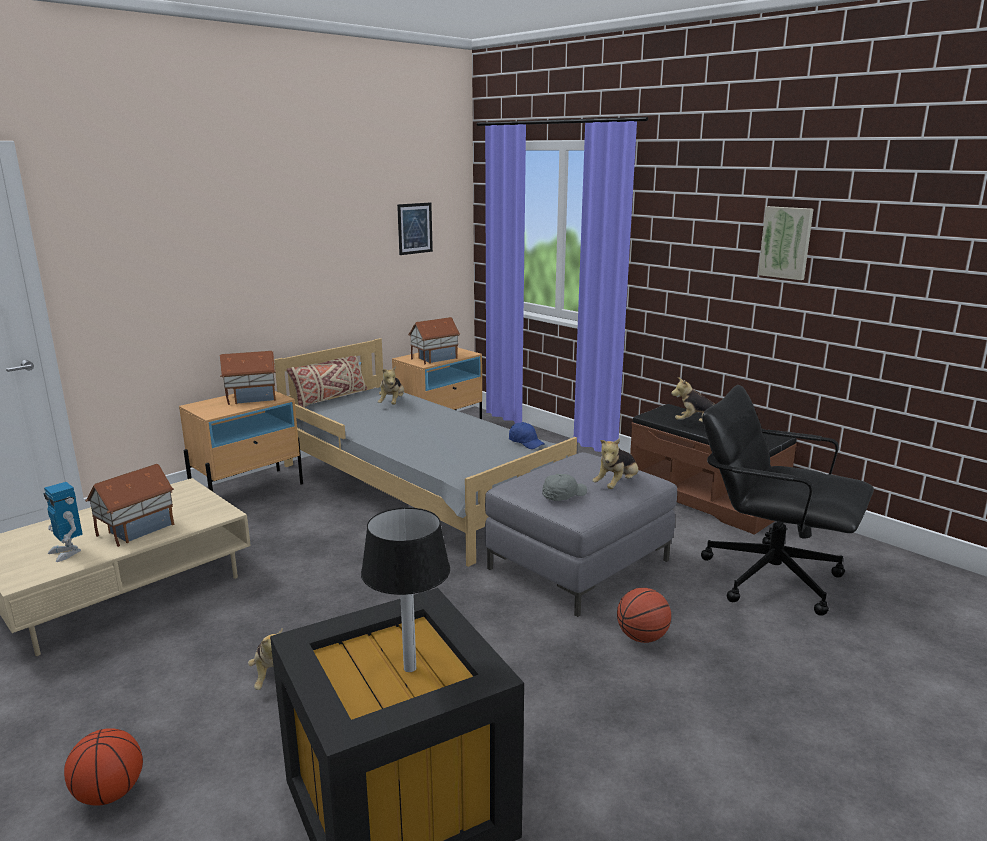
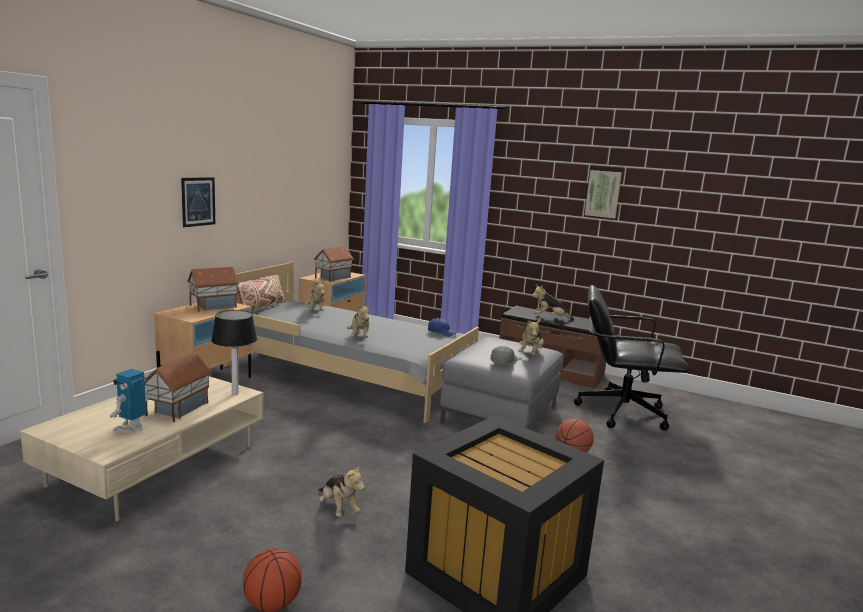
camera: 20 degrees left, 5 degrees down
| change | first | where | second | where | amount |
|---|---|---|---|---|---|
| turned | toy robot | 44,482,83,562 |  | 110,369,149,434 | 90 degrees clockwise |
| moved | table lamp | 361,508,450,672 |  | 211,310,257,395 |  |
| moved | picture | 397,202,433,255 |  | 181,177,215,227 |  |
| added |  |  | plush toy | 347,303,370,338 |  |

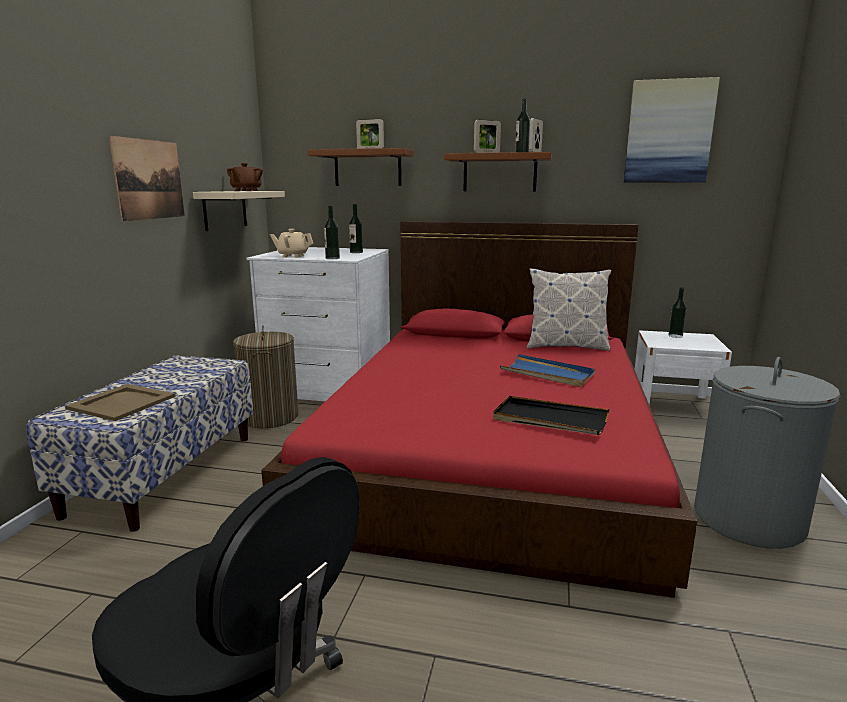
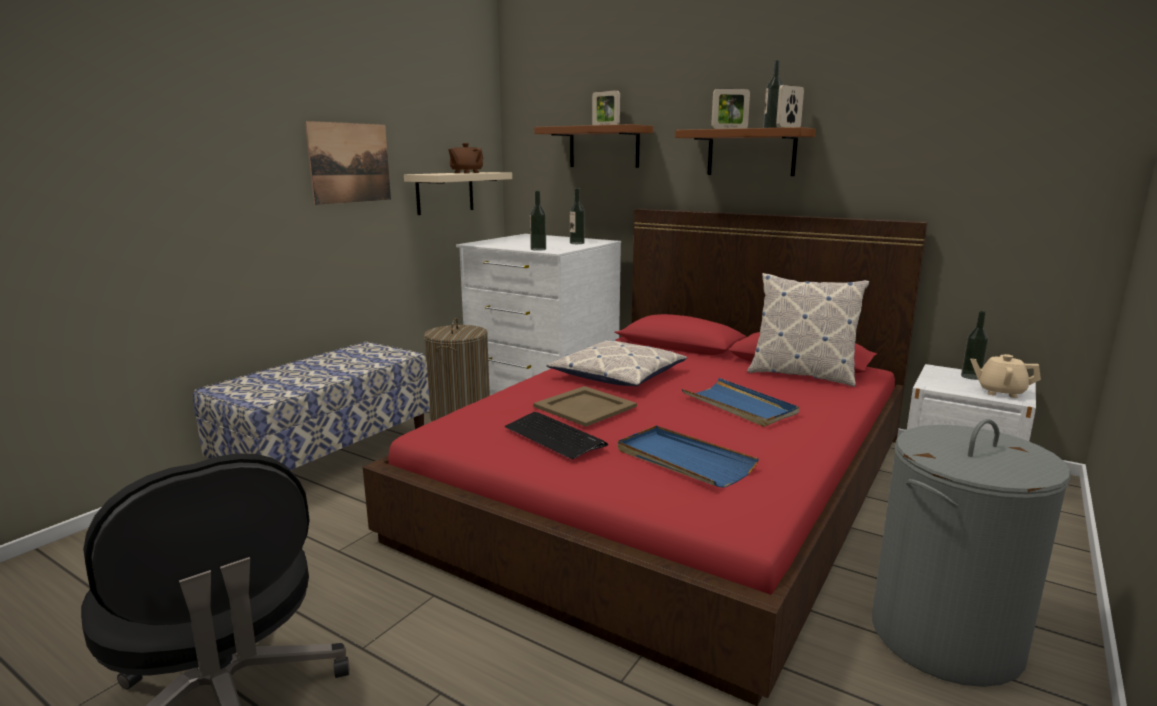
camera: 20 degrees right, 0 degrees up
| change | first | where | second | where | amount |
|---|---|---|---|---|---|
| moved | beige tray | 65,384,175,421 |  | 533,386,637,427 |  |
| moved | beige teapot | 270,229,313,257 |  | 970,354,1041,398 |  |
| recoloured | black tray | 493,396,609,435 | blue tray | 618,426,759,488 |  |
| removed | picture | 624,77,720,183 |  |  |  |
| added |  |  | keyboard | 505,412,608,459 |  |
| added |  |  | pillow | 546,340,687,386 |  |

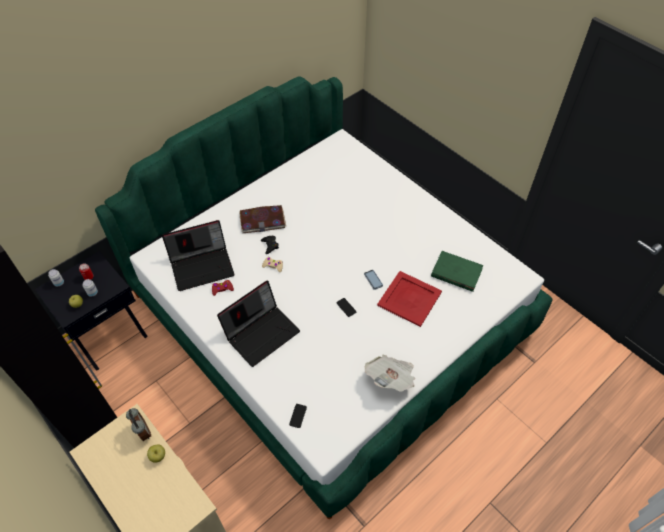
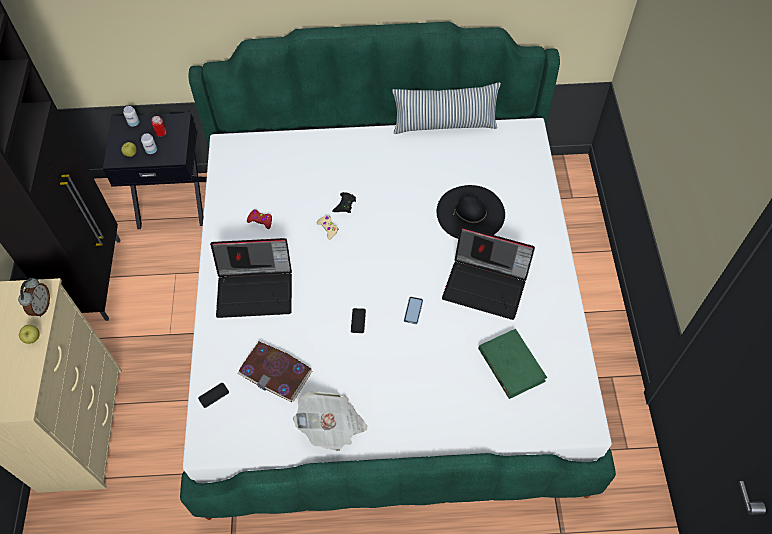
camera: 40 degrees right, 5 degrees up
| change | first | where | second | where | amount |
|---|---|---|---|---|---|
| moved | laptop | 162,220,235,291 |  | 442,227,535,320 |  |
| moved | book | 239,205,286,233 |  | 237,342,312,402 |  |
| removed | red tray | 377,271,442,327 |  |  |  |
| added |  |  | pillow | 392,83,501,134 |  |
| added |  |  | black hat | 437,185,505,239 |  |

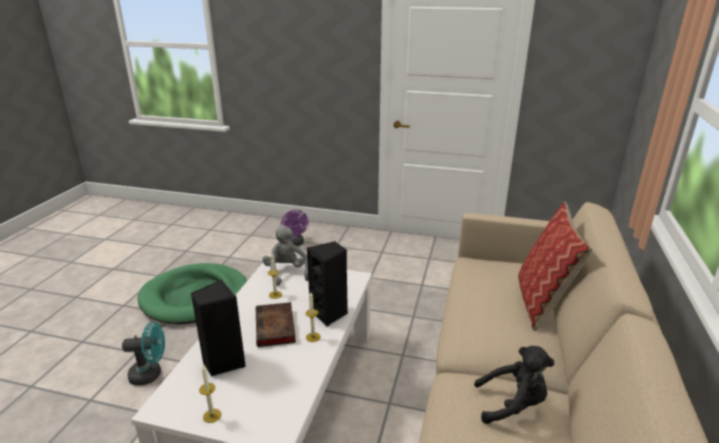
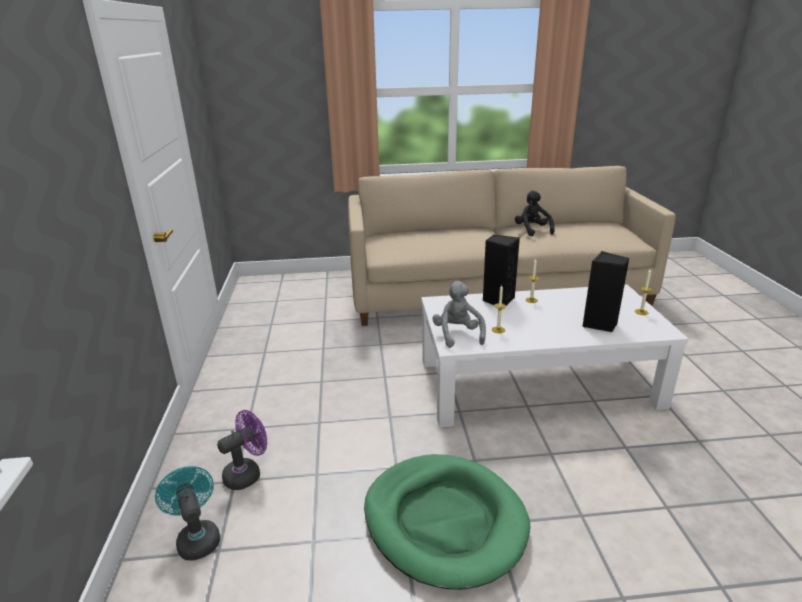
camera: 110 degrees left, 0 degrees up
| change | first | where | second | where | amount |
|---|---|---|---|---|---|
| moved | turquoise fan | 122,322,165,386 |  | 155,466,220,560 |  |
| removed | book | 256,302,296,347 |  |  |  |
| turned | grey plush toy | 262,225,308,286 |  | 432,281,486,348 | 120 degrees clockwise |
| removed | pillow | 518,202,593,331 |  |  |  |

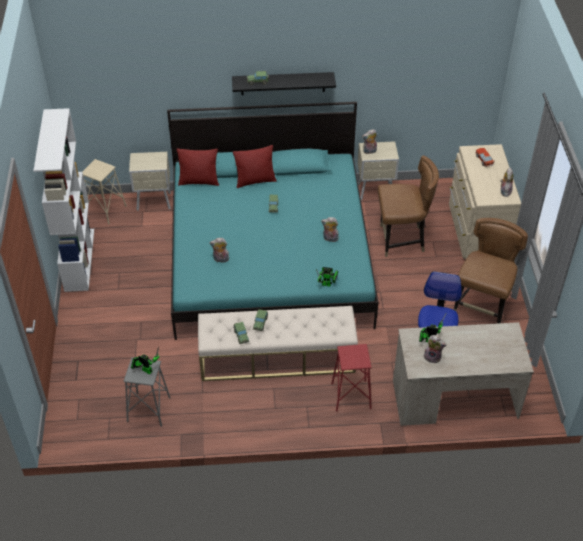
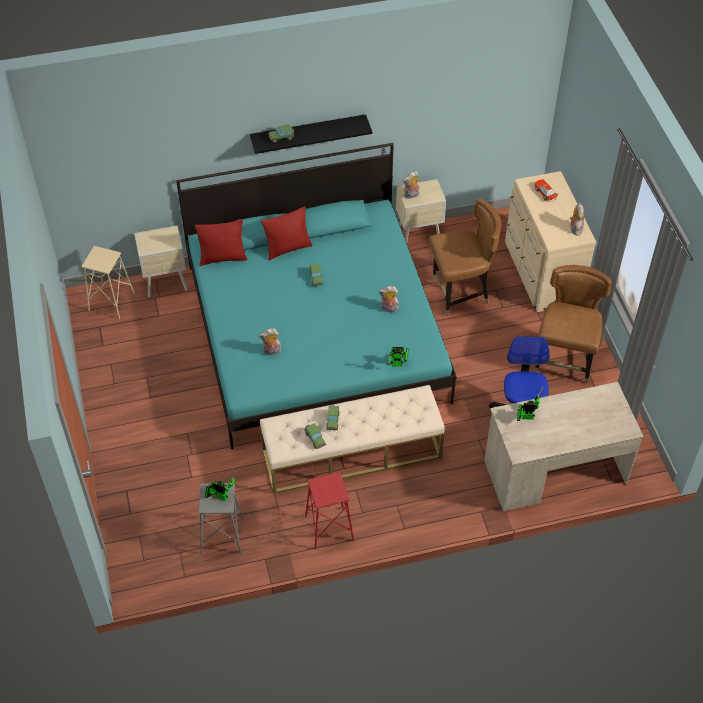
camera: 10 degrees left, 5 degrees up
| change | first | where | second | where | amount |
|---|---|---|---|---|---|
| removed | white bookcase | 34,108,94,292 |  |  |  |
| moved | red stool | 331,344,372,412 |  | 305,472,354,550 |  |
| removed | plush toy | 422,335,447,364 |  |  |  |

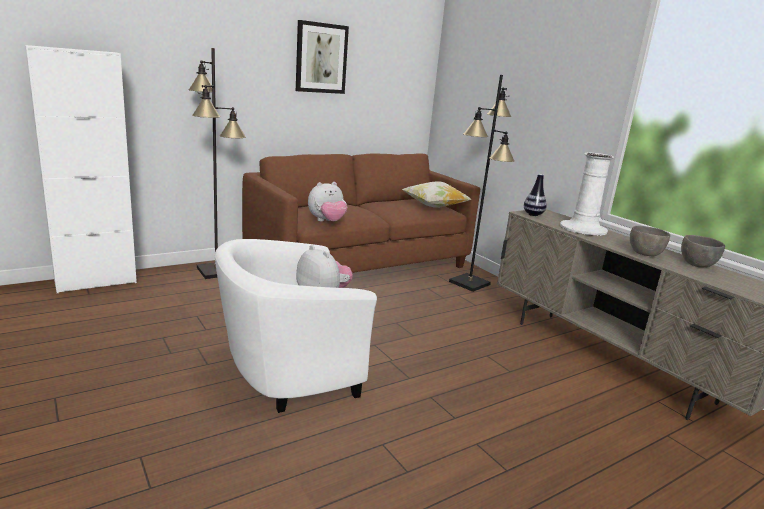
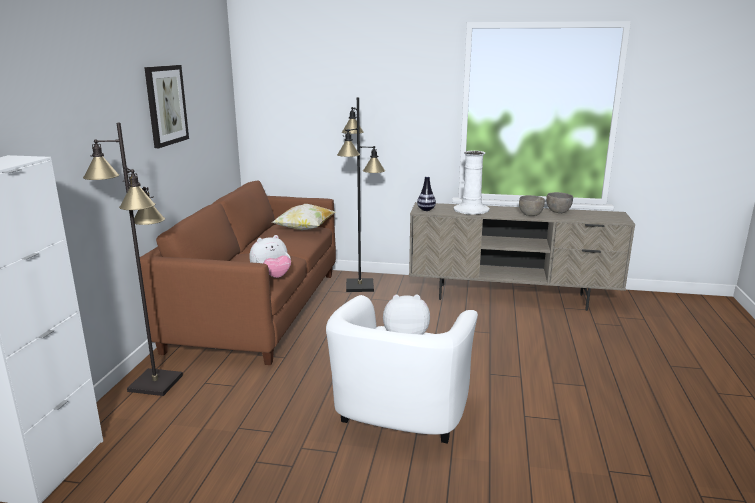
camera: 45 degrees left, 0 degrees up
| change | first | where | second | where | amount |
|---|---|---|---|---|---|
| turned | plush toy | 308,182,347,221 |  | 249,235,291,278 | 45 degrees clockwise |

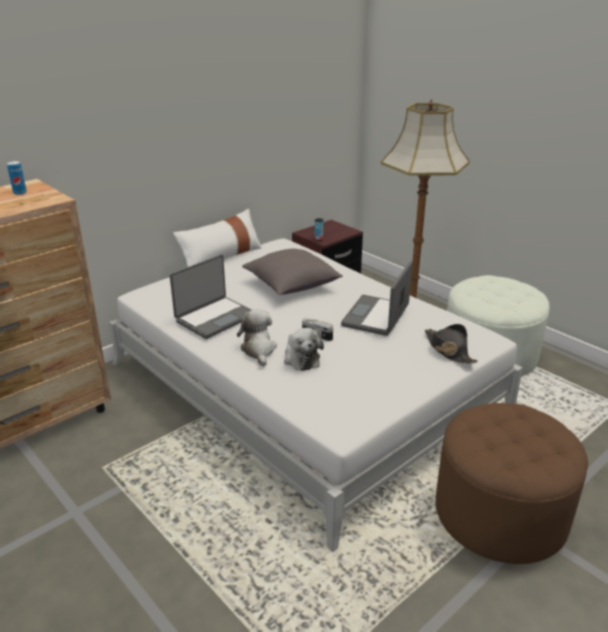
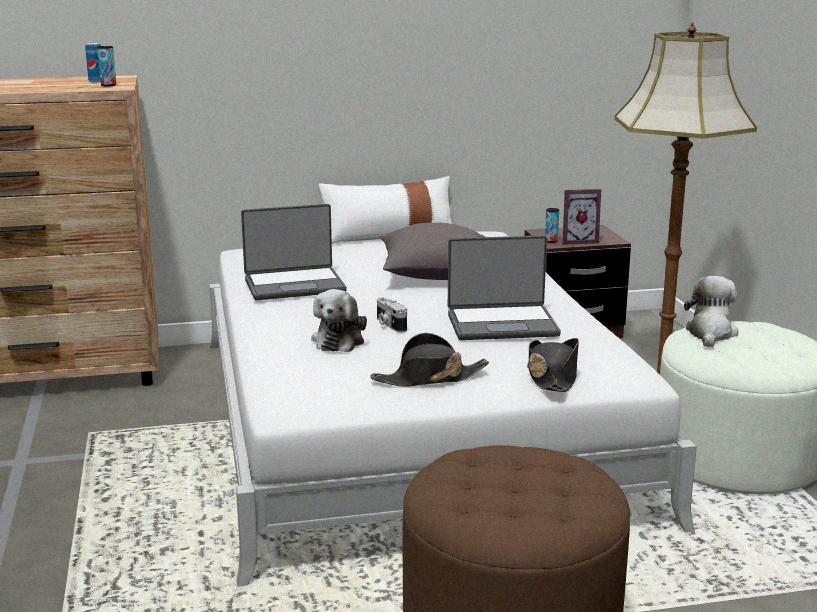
camera: 30 degrees right, 10 degrees down
| change | first | where | second | where | amount |
|---|---|---|---|---|---|
| moved | plush toy | 237,310,277,366 |  | 684,276,739,347 |  |
| turned | laptop | 341,261,413,336 |  | 448,235,561,340 | 150 degrees counterclockwise |
| added |  |  | can | 97,46,116,86 |  |
| added |  |  | black hat | 370,333,489,387 |  |
| added |  |  | picture frame | 563,189,602,245 |  |

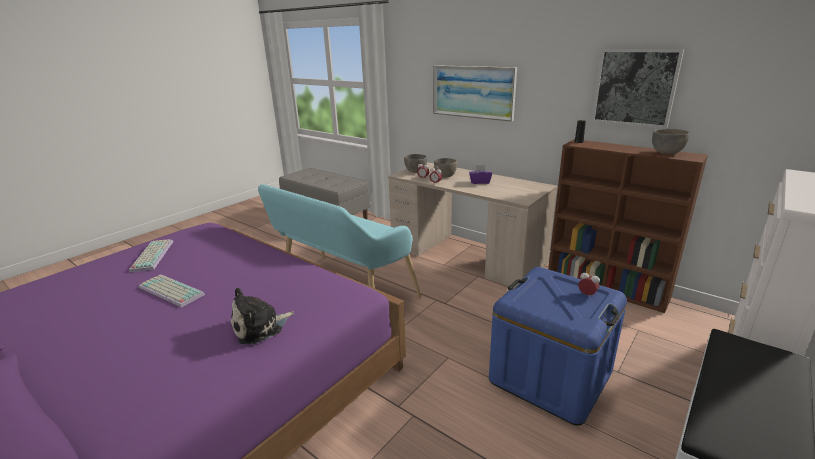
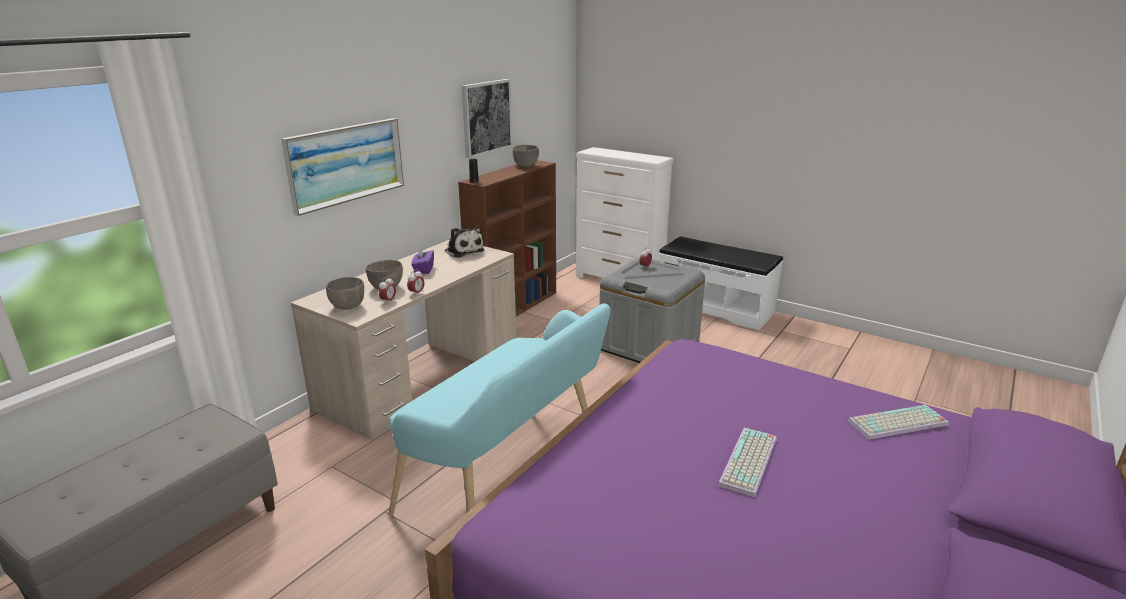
camera: 95 degrees left, 0 degrees up
| change | first | where | second | where | amount |
|---|---|---|---|---|---|
| moved | keyboard | 129,239,173,272 |  | 848,405,949,440 |  |
| moved | plush toy | 231,287,294,344 |  | 445,226,484,258 |  |
| recoloured | blue storage box | 489,267,627,426 | grey storage box | 599,257,705,363 |  |

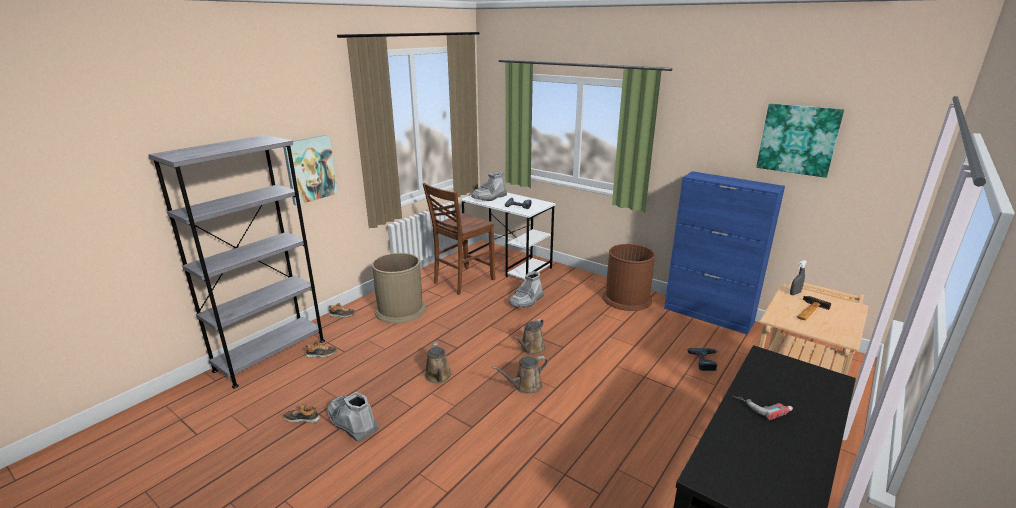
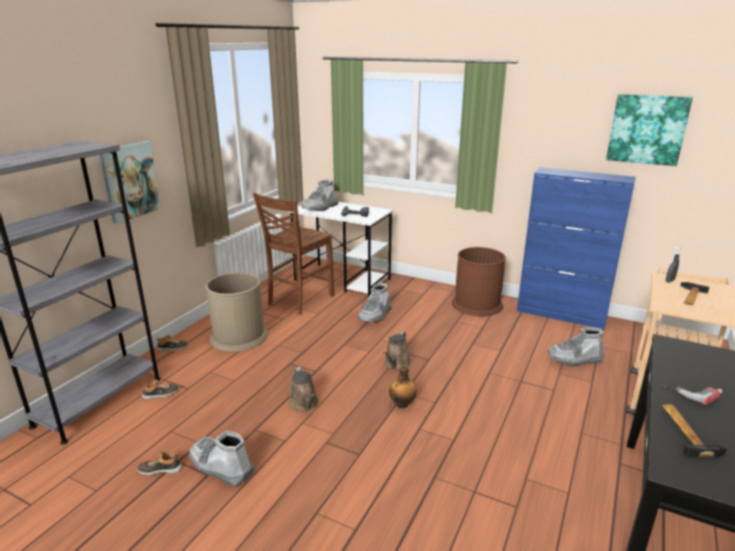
camera: 10 degrees left, 0 degrees up
| change | first | where | second | where | amount |
|---|---|---|---|---|---|
| replaced | brown watering can | 492,356,548,393 | bottle | 389,365,417,408 |  |
| replaced | power drill | 687,348,718,371 | grey boot | 547,327,604,366 |  |
| added |  |  | hammer | 662,404,727,457 |  |

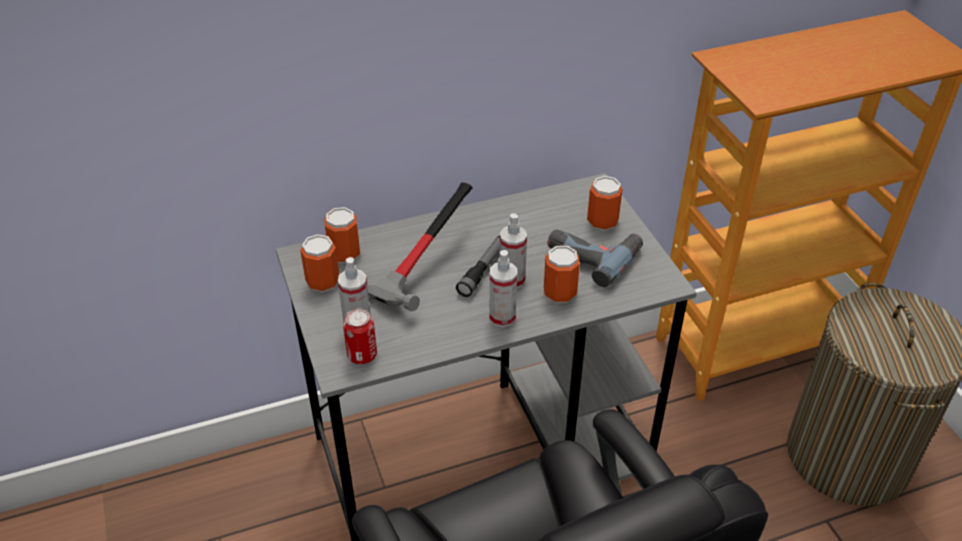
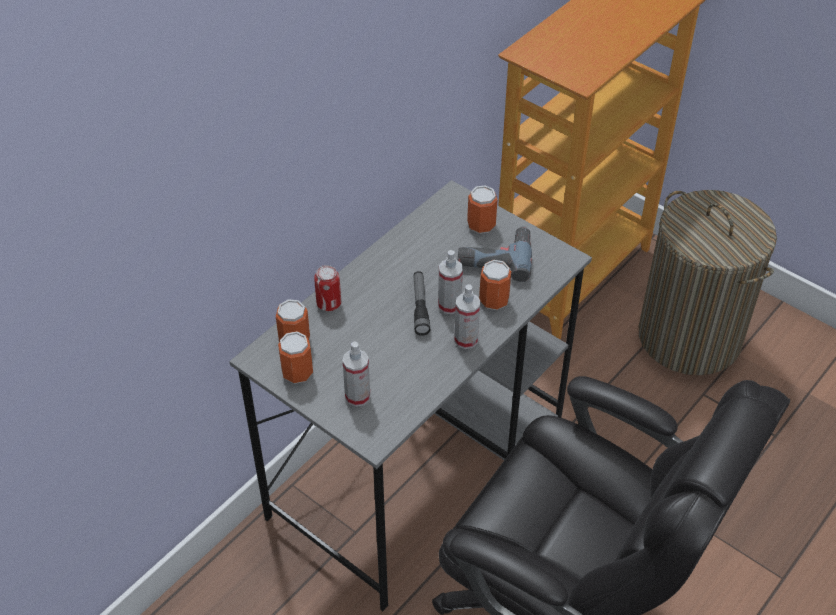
camera: 30 degrees left, 5 degrees up
| change | first | where | second | where | amount |
|---|---|---|---|---|---|
| moved | can | 343,308,377,364 |  | 314,265,341,311 |  |
| removed | hammer | 367,182,473,311 |  |  |  |

